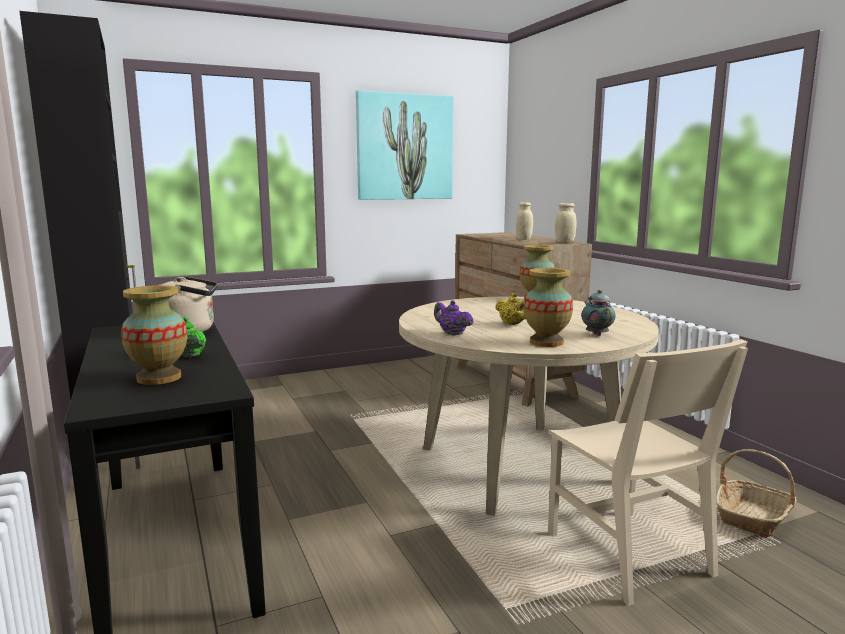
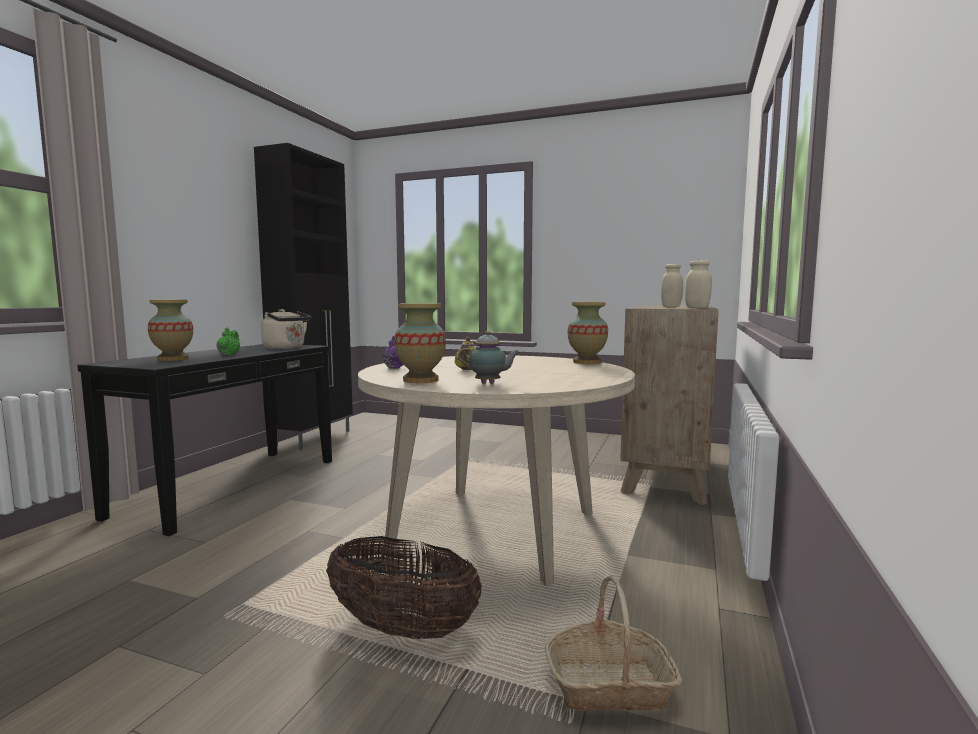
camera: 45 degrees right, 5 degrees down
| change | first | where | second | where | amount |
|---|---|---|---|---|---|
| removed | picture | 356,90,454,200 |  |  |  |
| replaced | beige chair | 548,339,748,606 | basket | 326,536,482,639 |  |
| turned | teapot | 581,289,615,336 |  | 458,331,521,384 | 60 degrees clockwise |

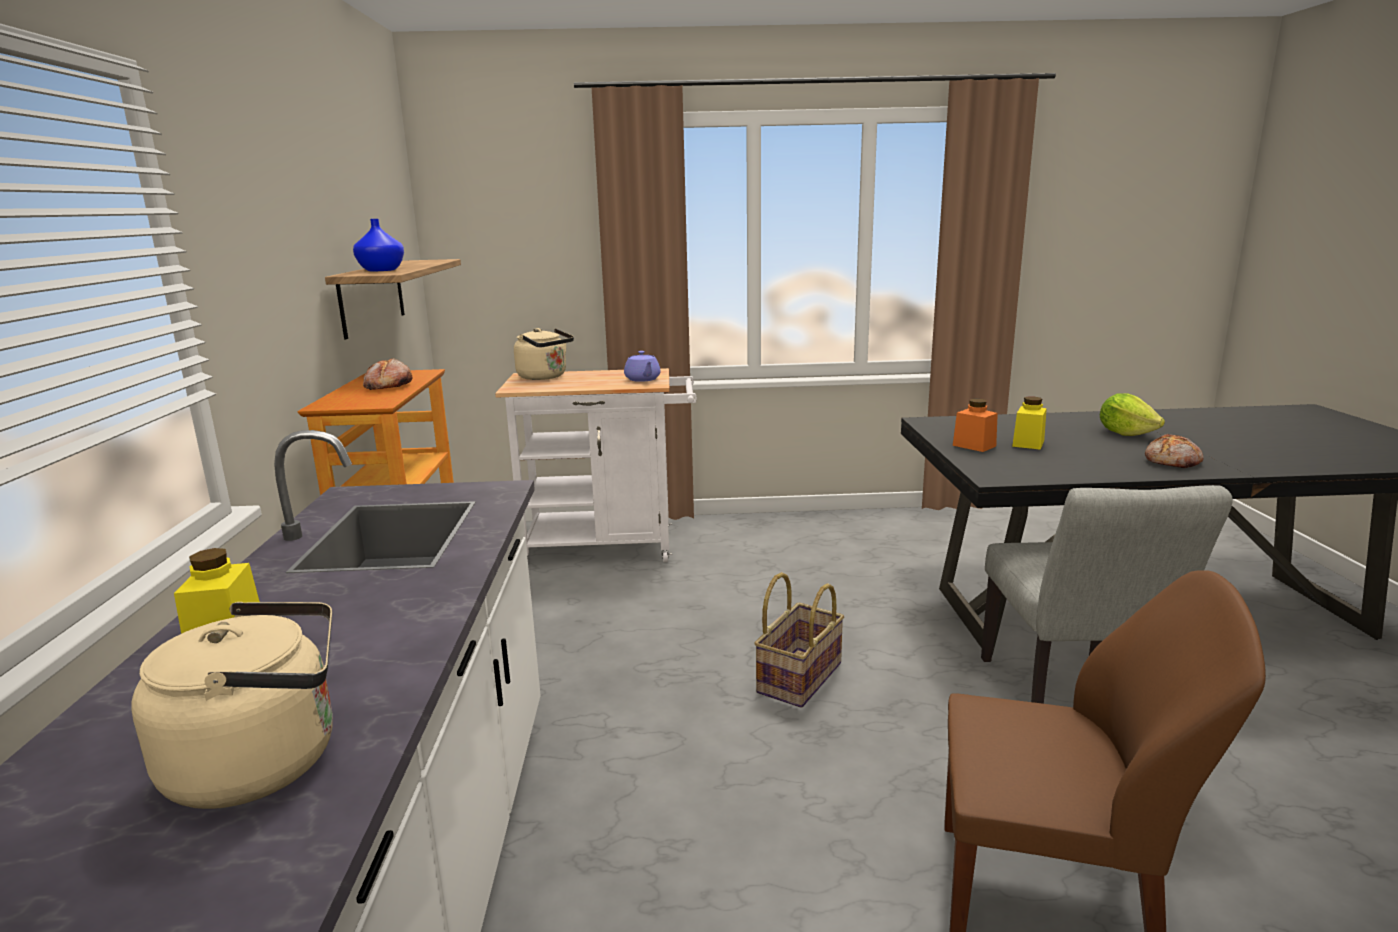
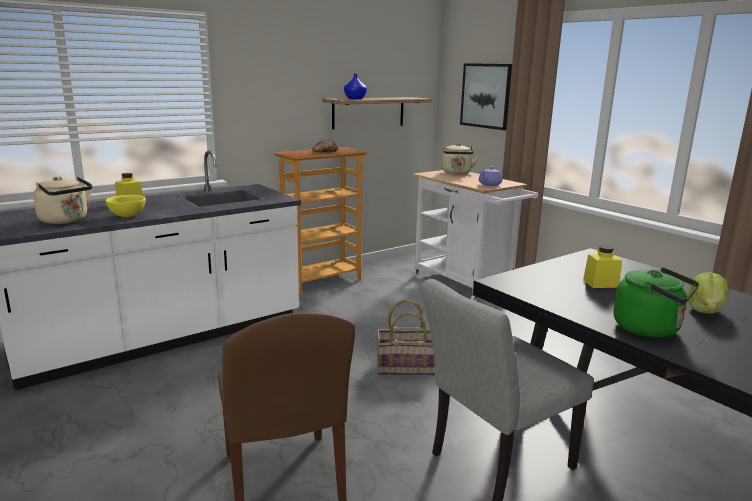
camera: 55 degrees right, 0 degrees up
| change | first | where | second | where | amount |
|---|---|---|---|---|---|
| removed | orange jar | 953,399,998,452 |  |  |  |
| replaced | bread | 1145,434,1204,468 | green kettle | 613,267,699,338 |  |
| added |  |  | yellow bowl | 105,195,146,217 |  |
| added |  |  | picture | 460,63,512,130 |  |

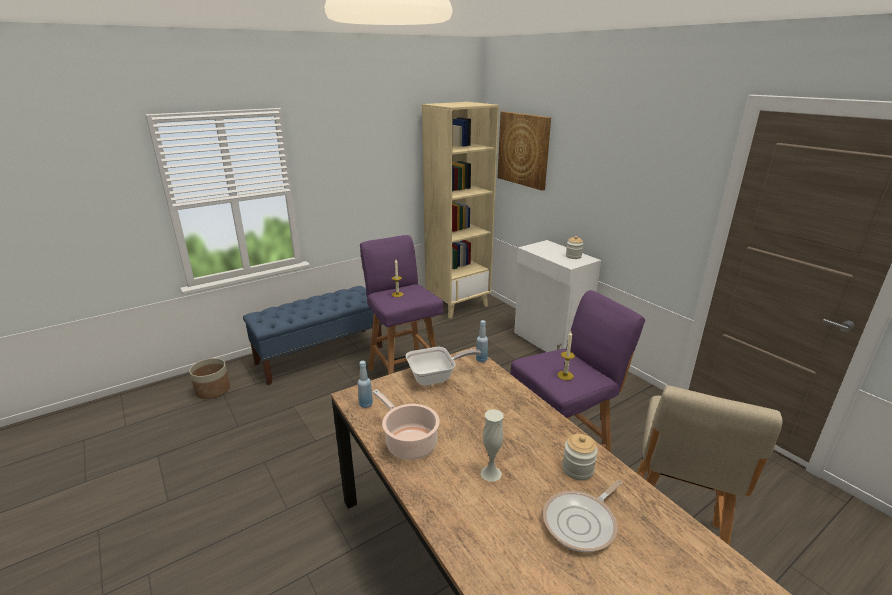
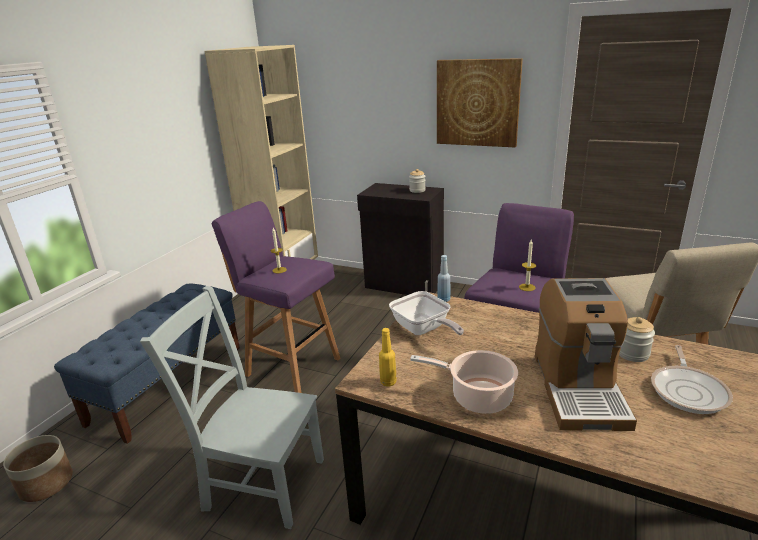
camera: 30 degrees left, 0 degrees up
| change | first | where | second | where | amount |
|---|---|---|---|---|---|
| recoloured | blue bottle | 358,361,373,408 | yellow bottle | 379,328,397,386 |  |
| turned | frying pan | 406,347,481,386 |  | 389,291,464,335 | 105 degrees clockwise |
| replaced | white vase | 481,409,504,481 | coffee machine | 535,278,637,431 |  |
| moved | picture | 498,111,551,191 |  | 437,58,523,148 |  |
| recoloured | white cabinet | 514,240,601,352 | black cabinet | 357,183,444,295 |  |
| added |  |  | grey chair | 140,286,324,529 |  |

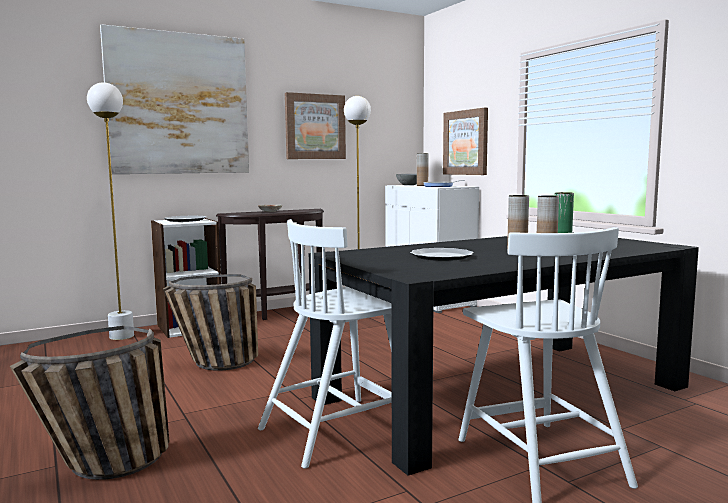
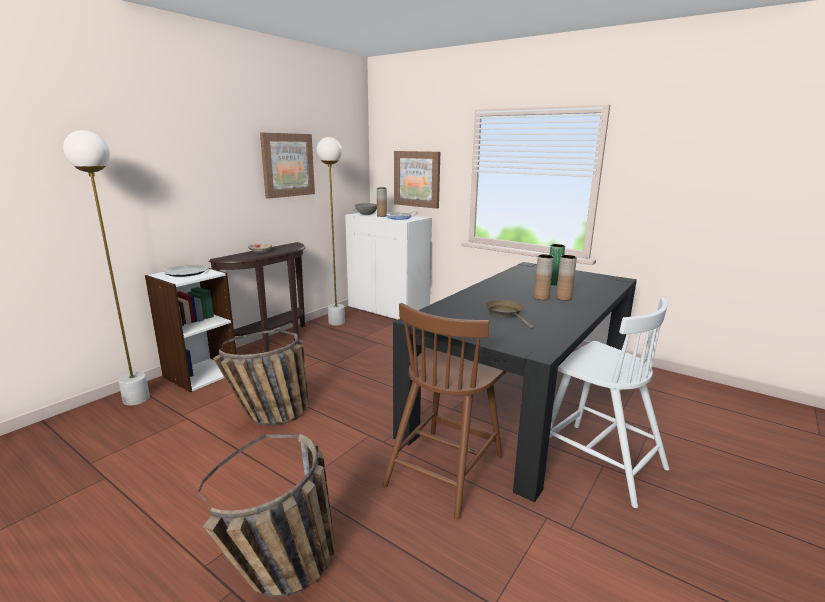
camera: 25 degrees left, 10 degrees up
| change | first | where | second | where | amount |
|---|---|---|---|---|---|
| removed | picture | 100,24,249,174 |  |  |  |
| recoloured | white chair | 258,219,392,468 | brown chair | 382,303,507,519 |  |
| replaced | plate | 410,248,474,261 | brown frying pan | 485,300,534,329 |  |

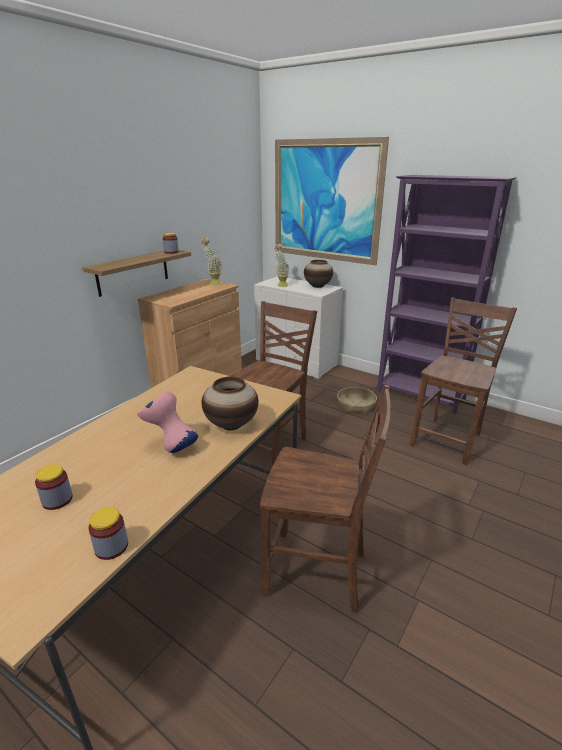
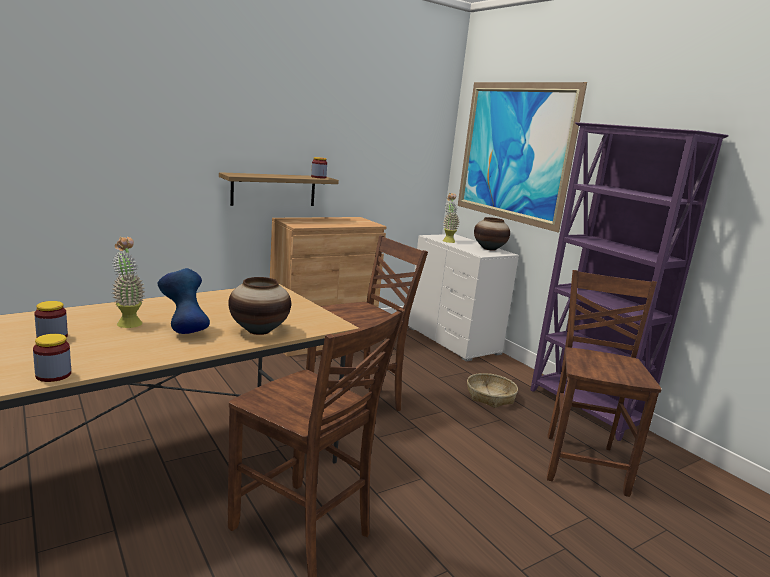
camera: 20 degrees right, 10 degrees down
| change | first | where | second | where | amount |
|---|---|---|---|---|---|
| recoloured | pink vase | 137,391,198,453 | blue vase | 157,268,210,334 |  |
| moved | potted plant | 201,238,222,286 |  | 112,237,145,328 |  |
| turned | brown chair | 410,298,517,465 |  | 547,270,662,497 | 45 degrees counterclockwise |

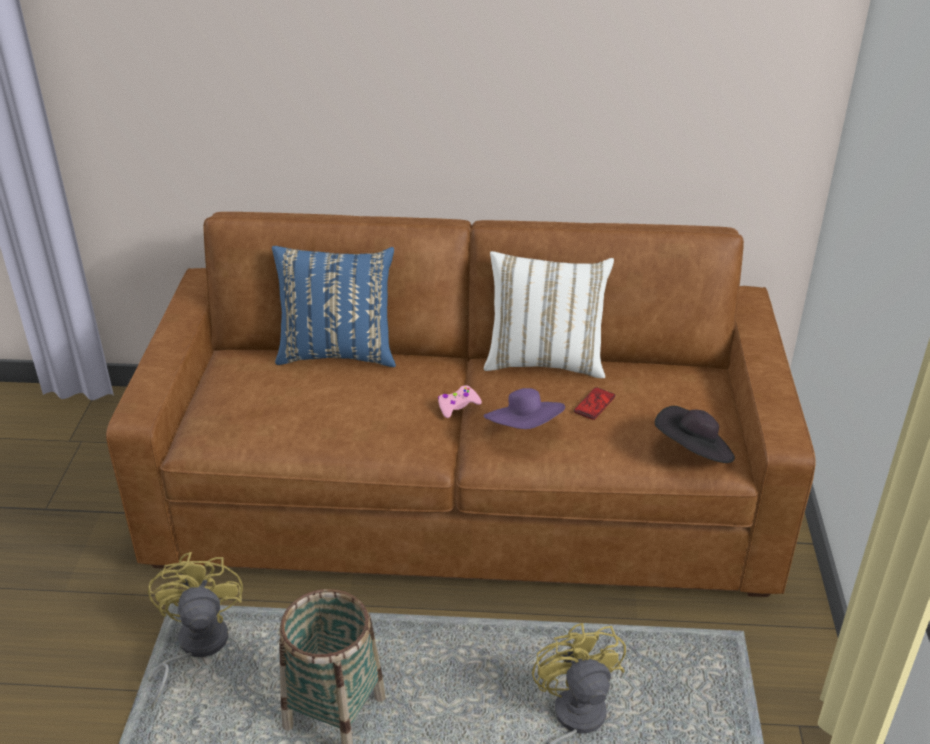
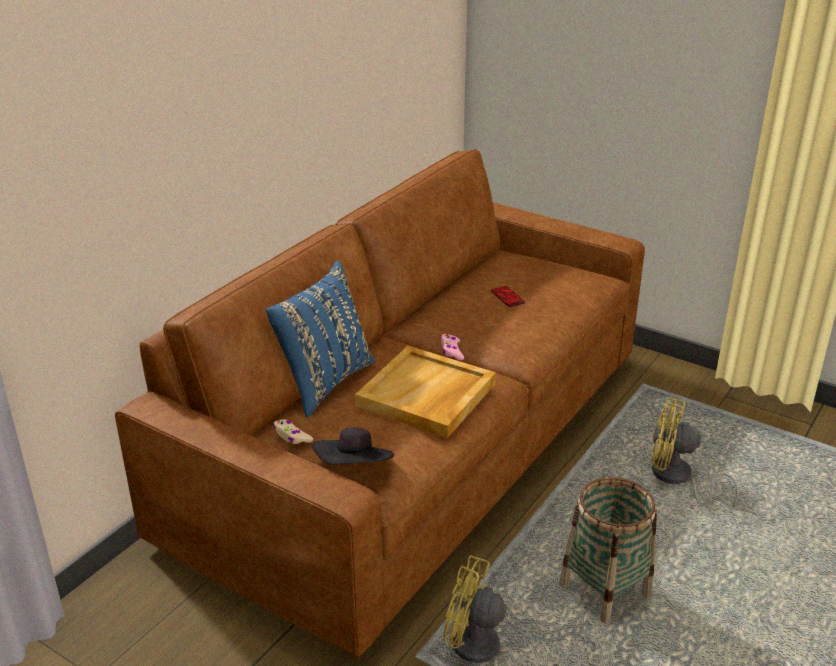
camera: 60 degrees left, 5 degrees down
| change | first | where | second | where | amount |
|---|---|---|---|---|---|
| removed | white pillow | 484,251,614,378 |  |  |  |
| removed | purple hat | 484,388,565,429 |  |  |  |
| moved | black hat | 655,406,735,463 |  | 312,427,394,465 |  |
| added |  |  | beige game controller | 273,419,313,444 |  |
| added |  |  | beige tray | 355,346,496,438 |  |

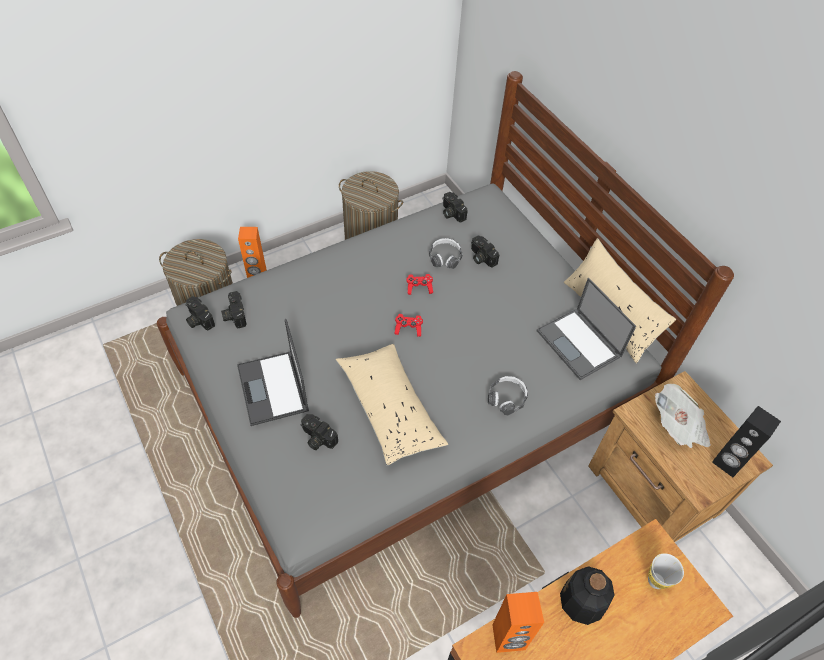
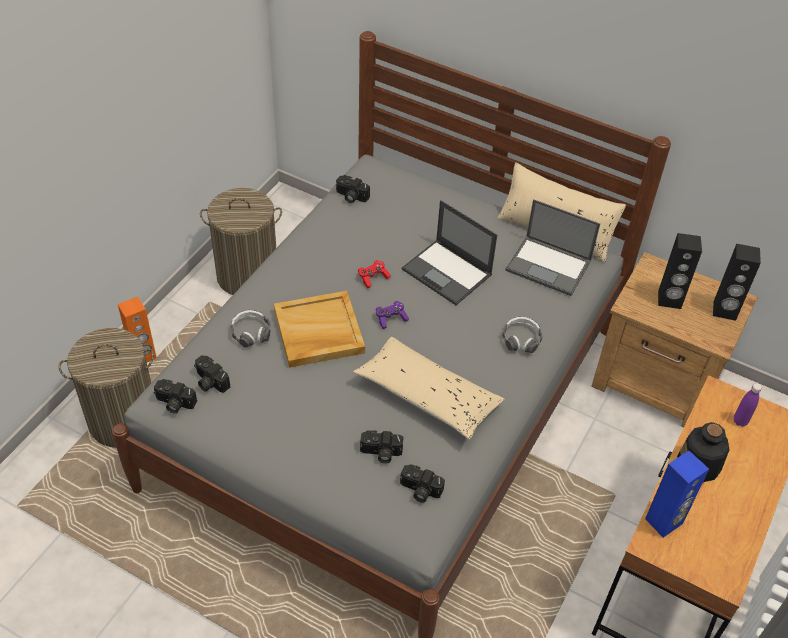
camera: 30 degrees left, 5 degrees down
| change | first | where | second | where | amount |
|---|---|---|---|---|---|
| moved | laptop | 237,319,309,426 |  | 402,200,497,305 |  |
| recoloured | red game controller | 394,314,423,337 | purple game controller | 376,301,409,329 |  |
| moved | headphones | 429,238,463,269 |  | 231,310,271,348 |  |
| moved | photo camera | 471,235,499,268 |  | 400,464,445,503 |  |
| recoloured | orange speaker | 492,592,544,653 | blue speaker | 645,450,709,538 |  |
| replaced | white cup | 648,553,684,589 | purple bottle | 734,383,762,427 |  |
| replaced | newspaper | 655,384,711,448 | black speaker | 658,233,702,309 |  |
| added |  |  | beige tray | 274,291,365,368 |  |

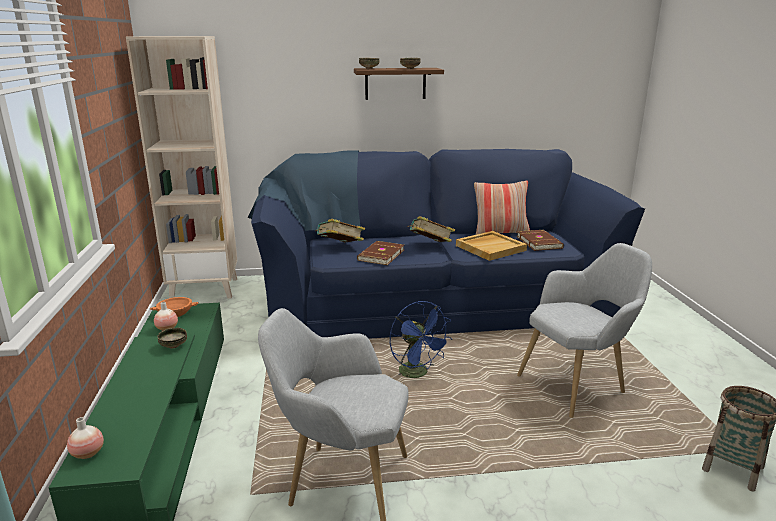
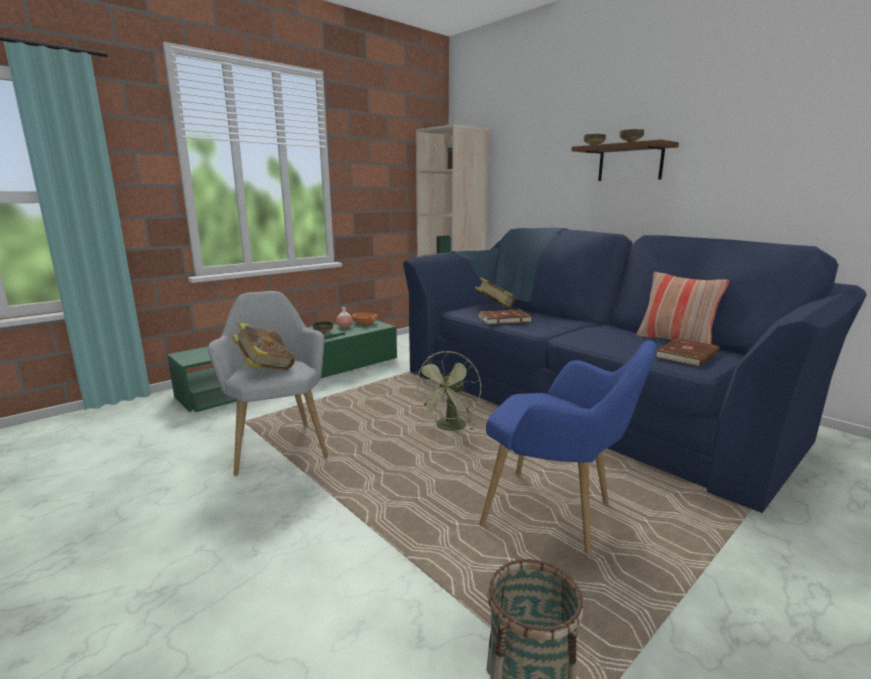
camera: 55 degrees right, 5 degrees down
| change | first | where | second | where | amount |
|---|---|---|---|---|---|
| removed | vase | 67,417,104,459 |  |  |  |
| recoloured | blue fan | 390,301,452,378 | green fan | 414,351,481,431 |  |
| moved | book | 407,216,455,242 |  | 231,322,295,370 |  |
| removed | beige tray | 456,231,527,261 |  |  |  |
| recoloured | grey armchair | 517,243,652,418 | blue armchair | 479,340,657,555 |  |

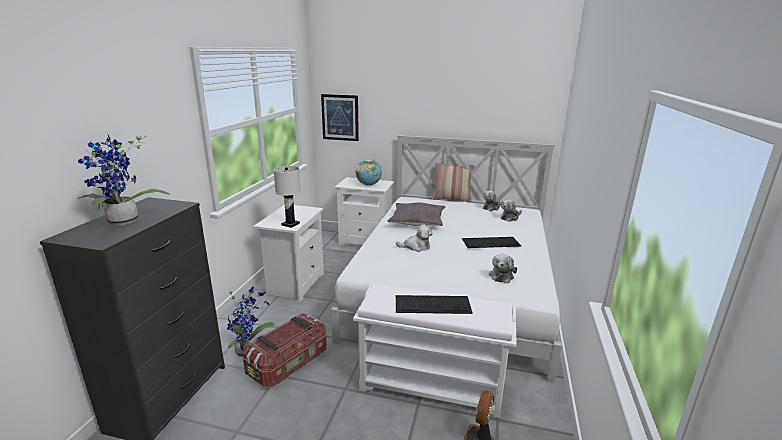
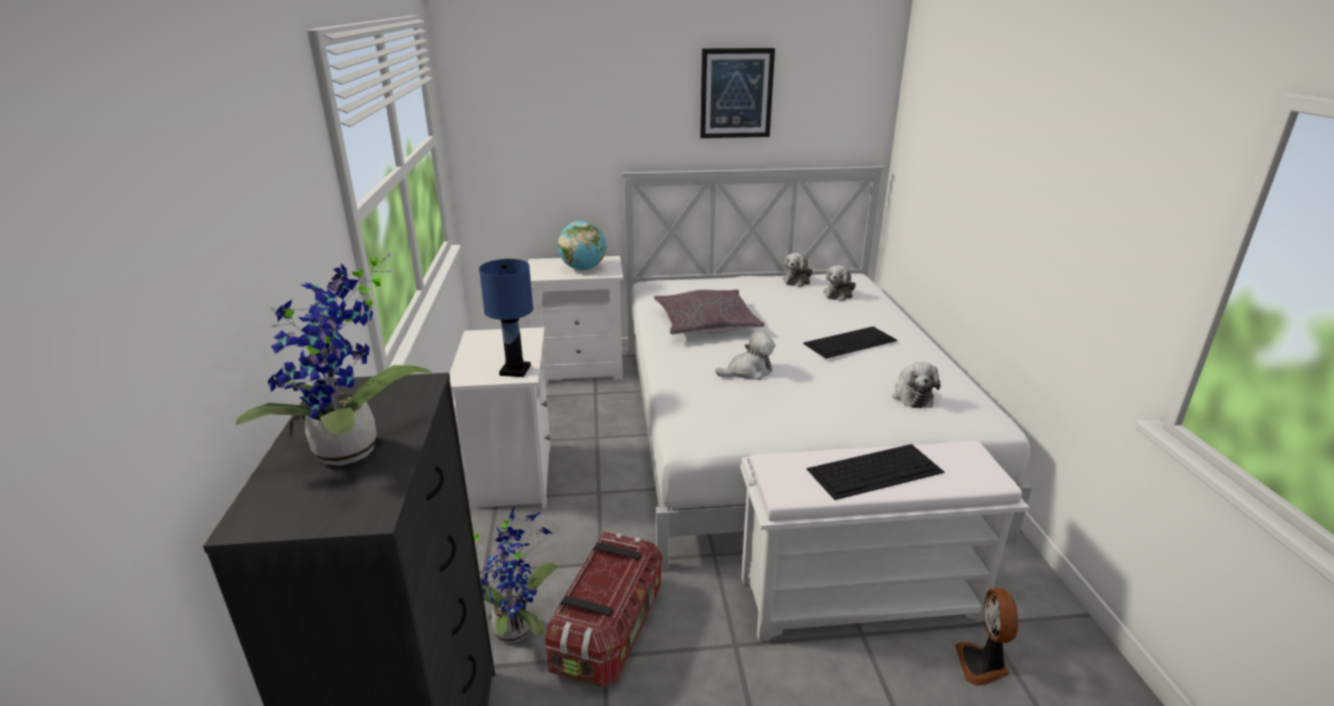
camera: 20 degrees left, 5 degrees up
| change | first | where | second | where | amount |
|---|---|---|---|---|---|
| recoloured | white table lamp | 273,166,301,228 | blue table lamp | 479,259,533,377 |  |
| moved | picture | 321,94,359,141 |  | 700,48,775,138 |  |
| removed | pillow | 432,163,474,203 |  |  |  |

